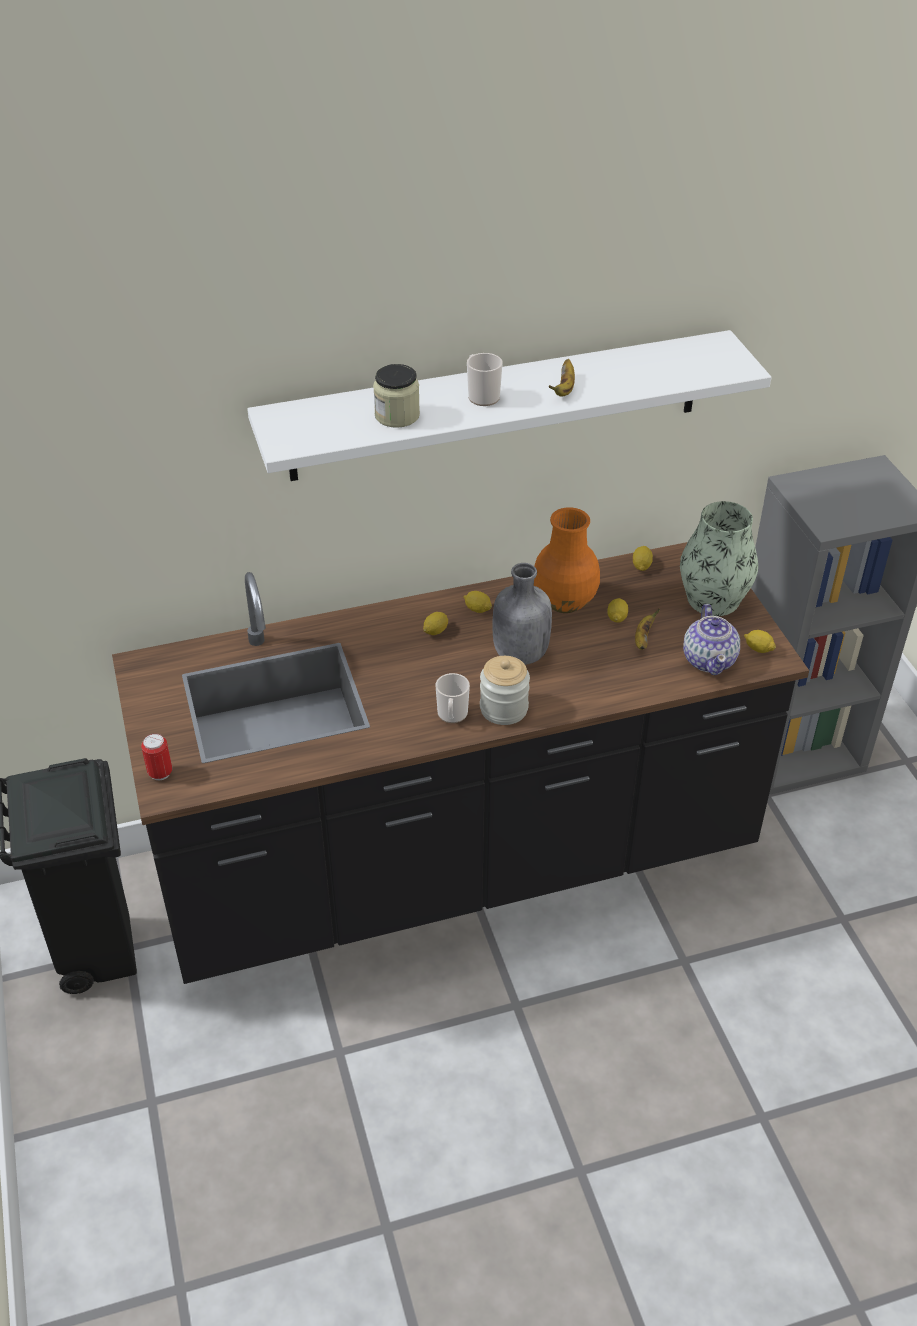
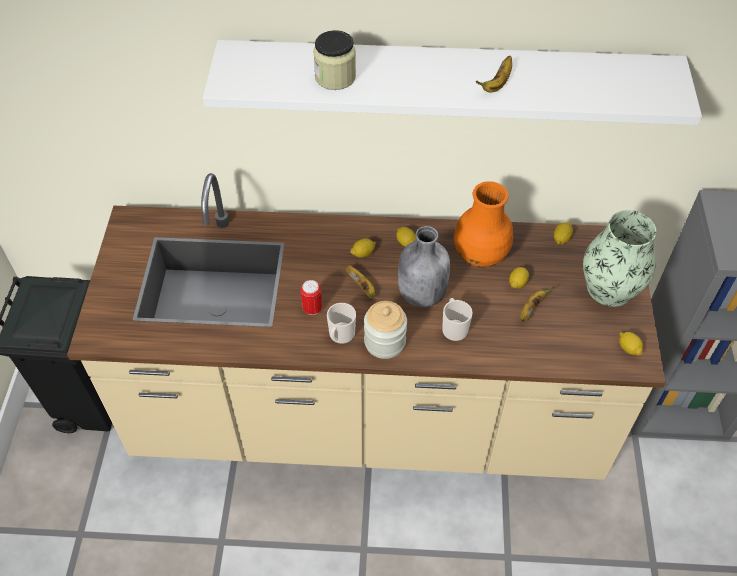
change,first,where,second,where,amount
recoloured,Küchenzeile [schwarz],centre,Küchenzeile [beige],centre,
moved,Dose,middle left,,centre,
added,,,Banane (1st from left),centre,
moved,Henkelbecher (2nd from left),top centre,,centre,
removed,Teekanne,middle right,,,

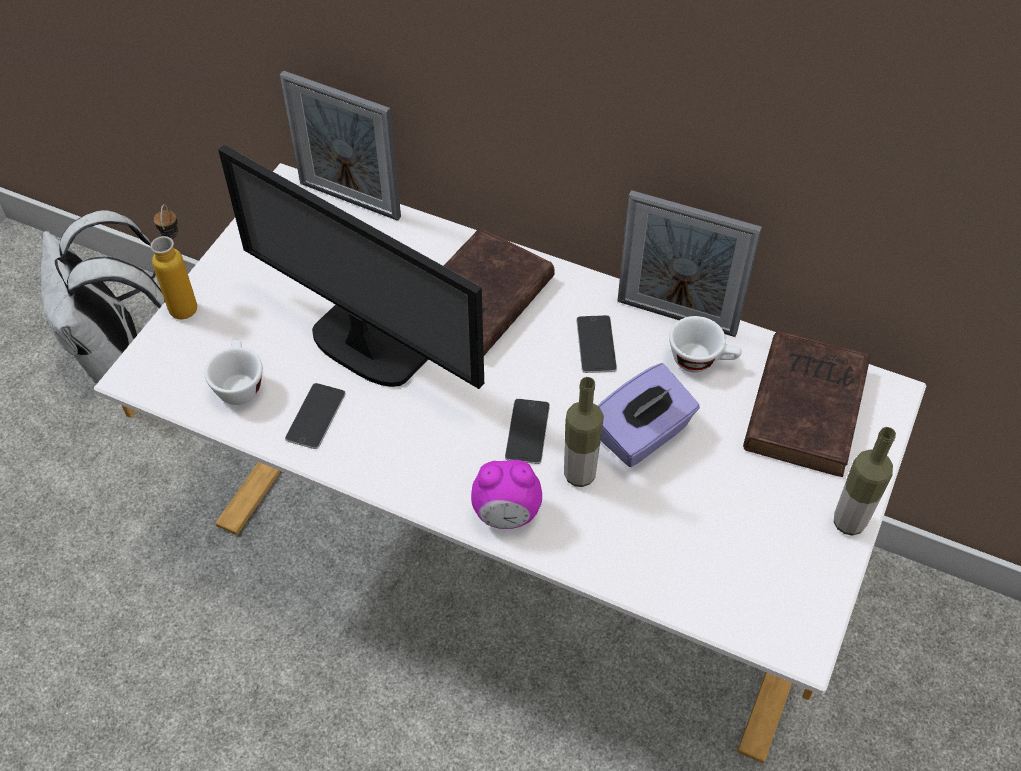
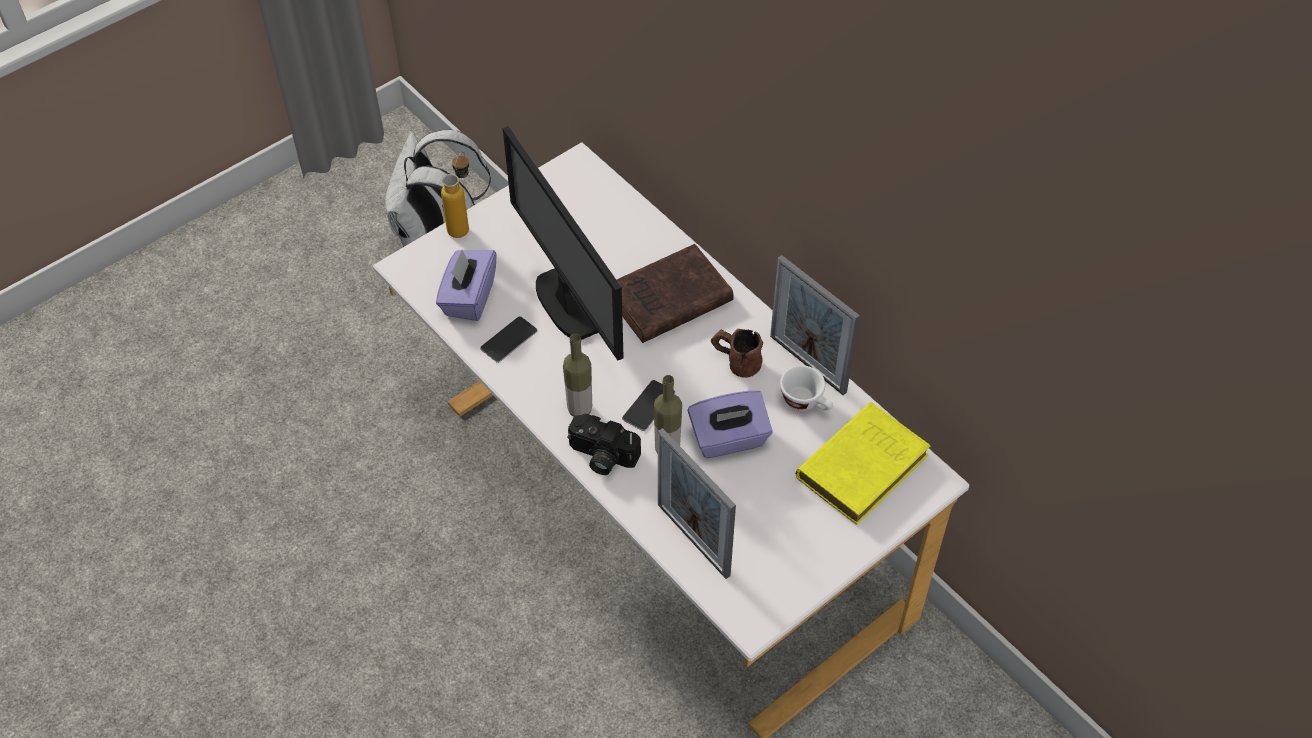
change,first,where,second,where,amount
replaced,Tasse [weiß] (1st from left),middle left,Taschentuchbox [lila] (1st from left),centre,
moved,Flasche (3rd from left in the first image),middle right,Flasche (2nd from left),centre,
replaced,Wecker,centre,Kamera,centre,
moved,Bilderrahmen (1st from left),top left,,bottom centre,
replaced,Handy (3rd from left),centre,Henkelbecher [braun],centre,
recoloured,Buch [braun] (2nd from left),middle right,Buch [gelb],centre,

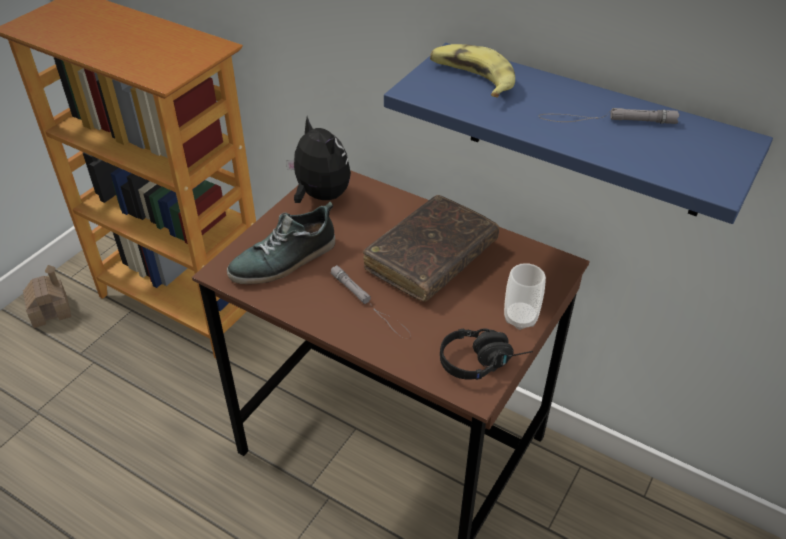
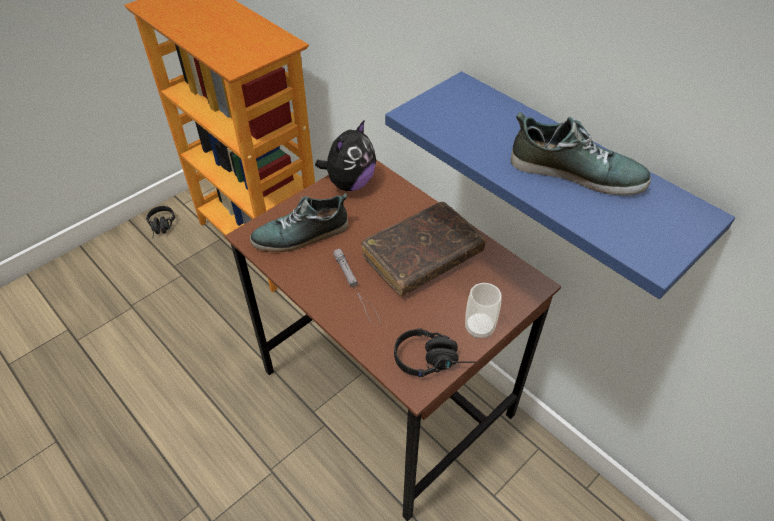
change,first,where,second,where,amount
replaced,Spielzeughaus,middle left,Kopfhörer [schwarz] (1st from left),middle left,
turned,Plüschtier,top centre,,top centre,60 degrees clockwise
replaced,Taschenlampe [grau] (2nd from left),top right,Schuh (2nd from left),top right,
removed,Banane,top centre,,,

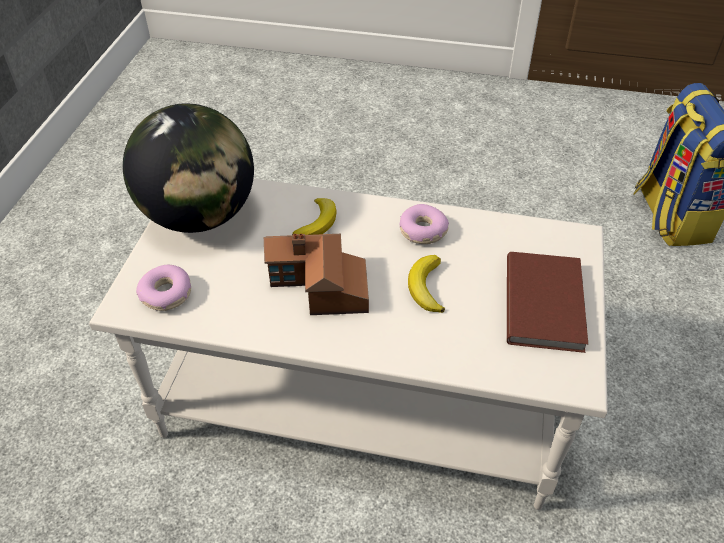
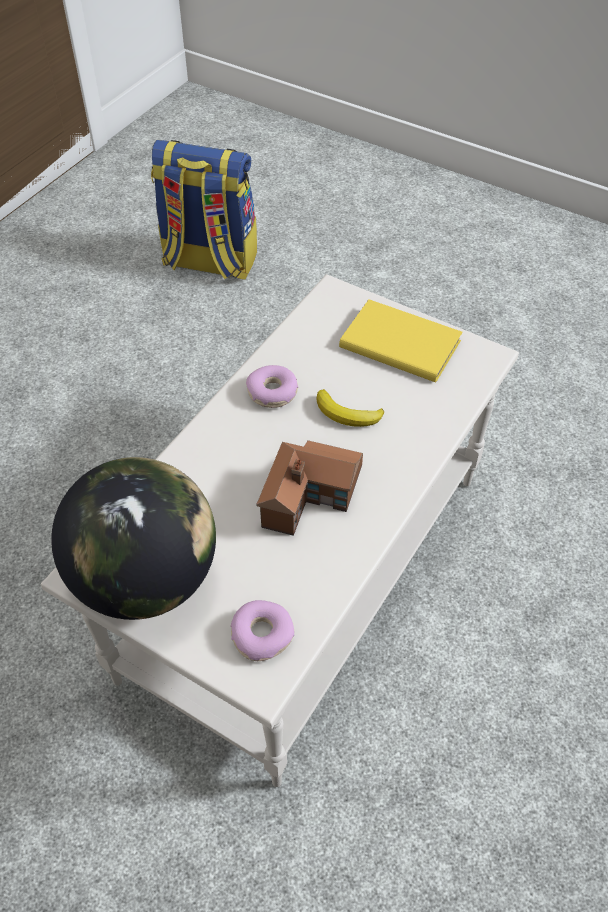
change,first,where,second,where,amount
recoloured,Buch [braun],middle right,Buch [gelb],centre,
removed,Banane (1st from left),centre,,,

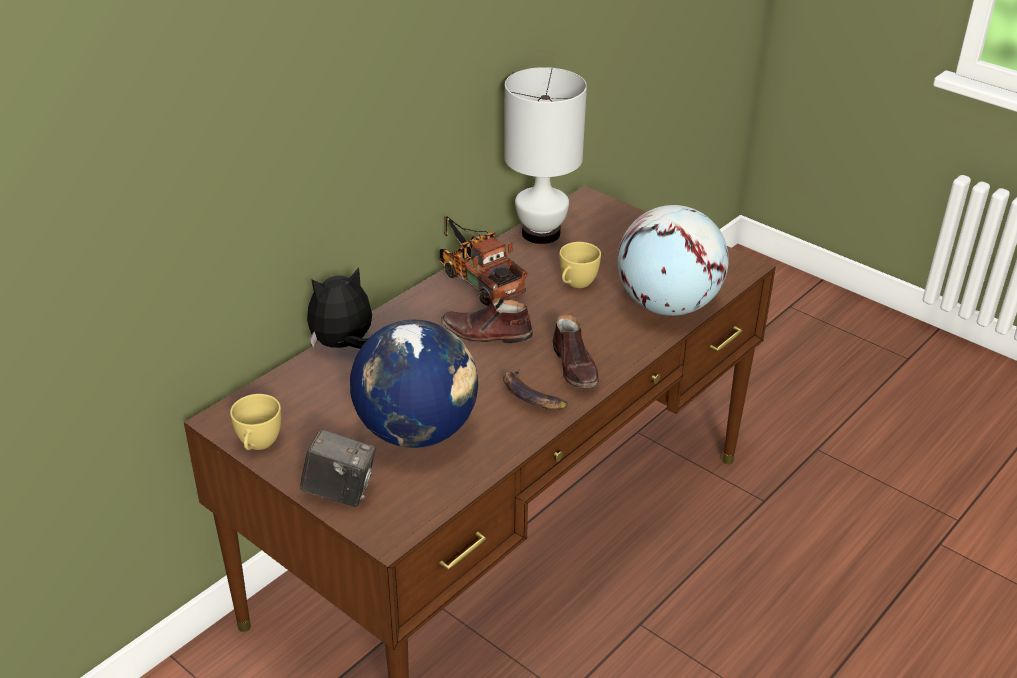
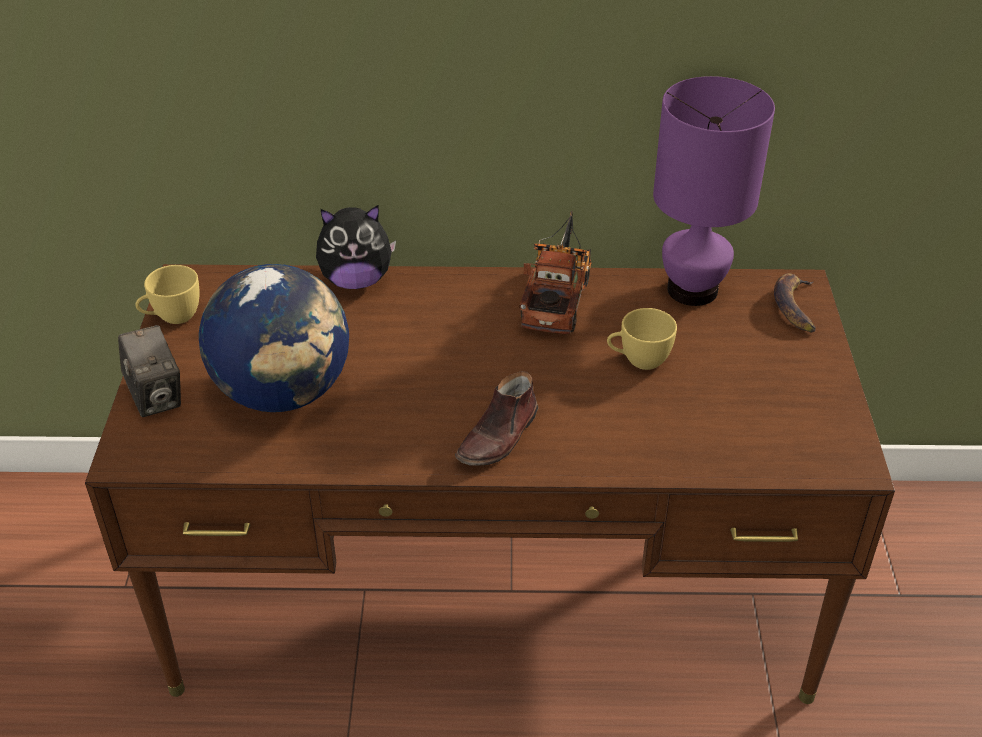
change,first,where,second,where,amount
turned,Plüschtier,centre,,centre,150 degrees clockwise
recoloured,Tischlampe [weiß],top centre,Tischlampe [lila],top right,
moved,Banane,centre,,middle right,
removed,Schuh [braun] (1st from left),centre,,,
removed,Globus (2nd from left),centre,,,

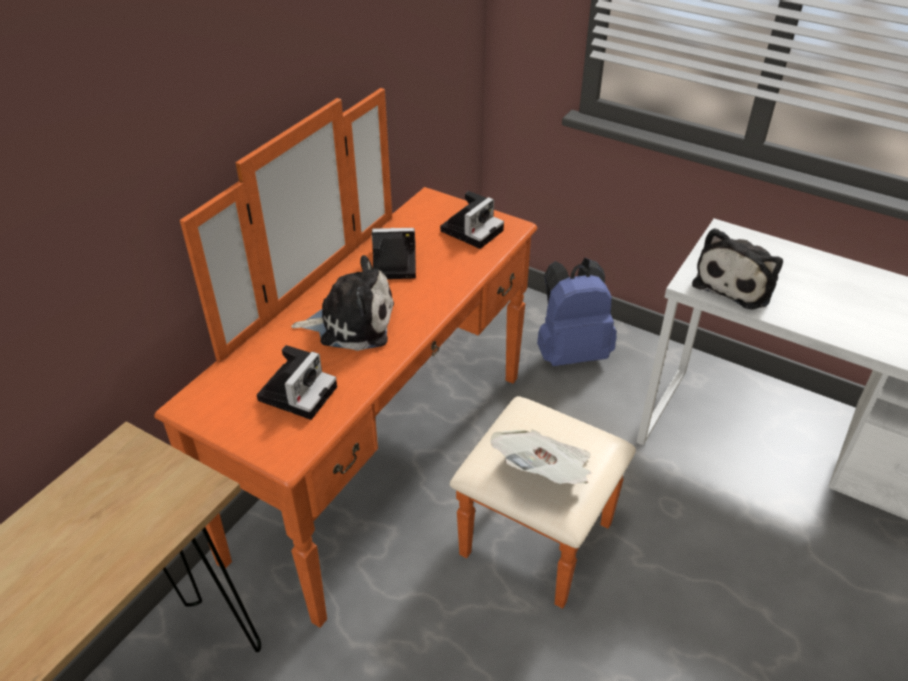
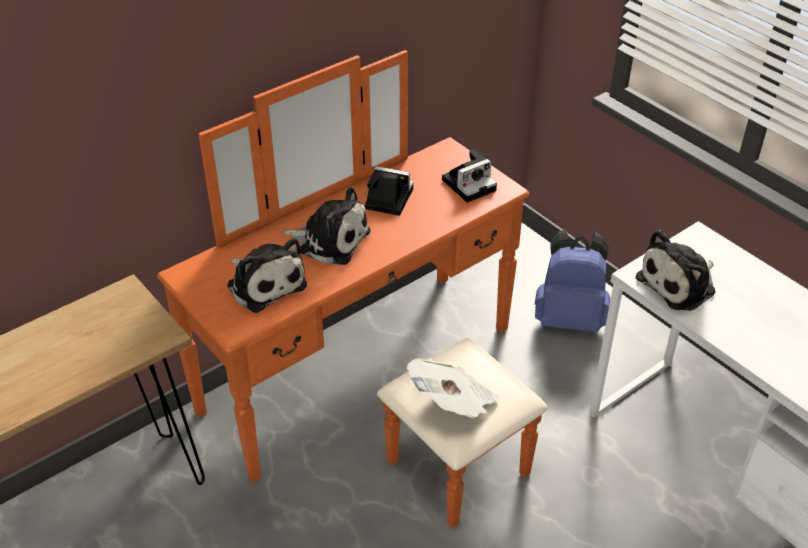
change,first,where,second,where,amount
replaced,Kamera (1st from left),middle left,Plüschtier (1st from left),middle left,

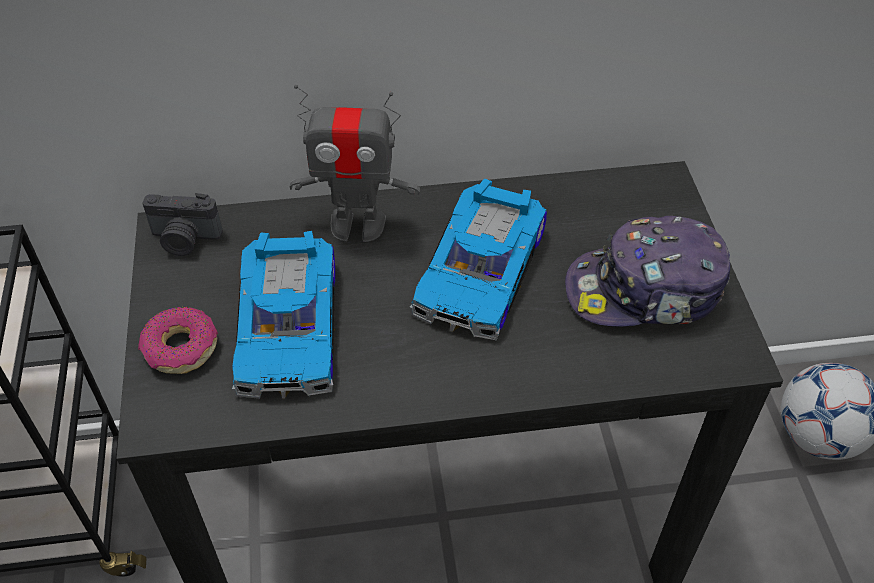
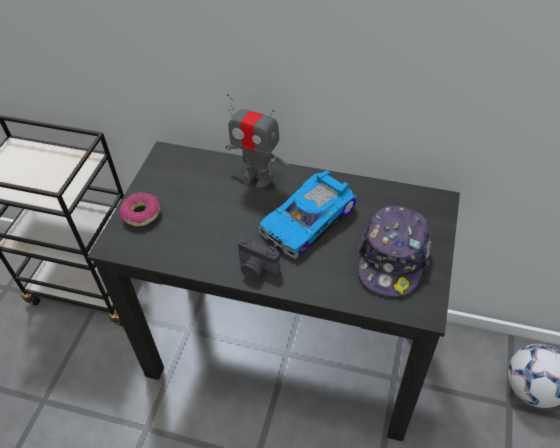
change,first,where,second,where,amount
moved,Kamera,middle left,,centre,
turned,Kappe,middle right,,middle right,90 degrees counterclockwise
removed,Spielzeugauto (1st from left),middle left,,,

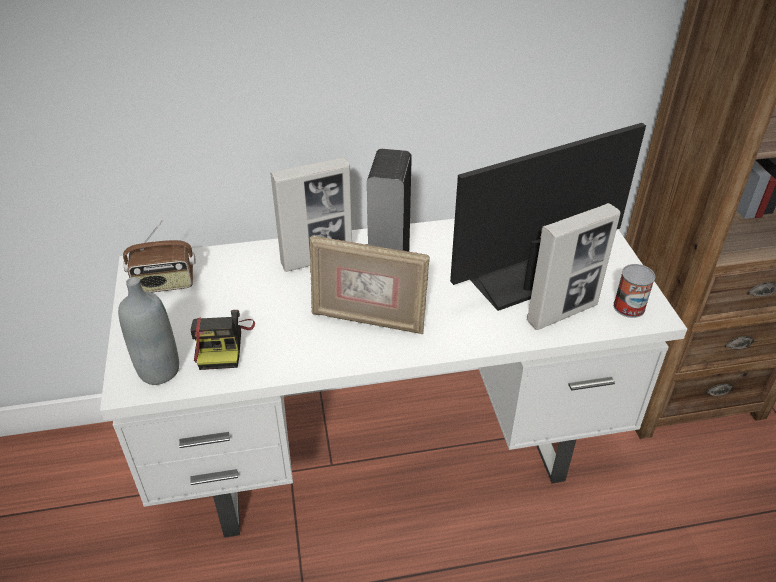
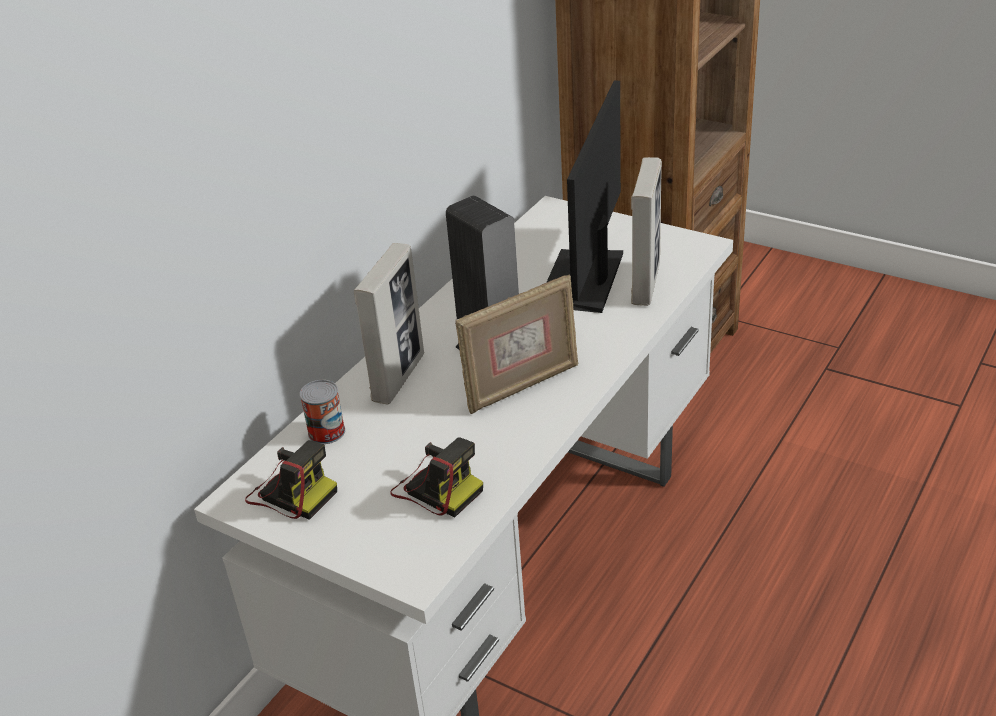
change,first,where,second,where,amount
replaced,Radio,middle left,Kamera (1st from left),bottom left,
moved,Dose,middle right,,middle left,
removed,Flasche [grau],middle left,,,

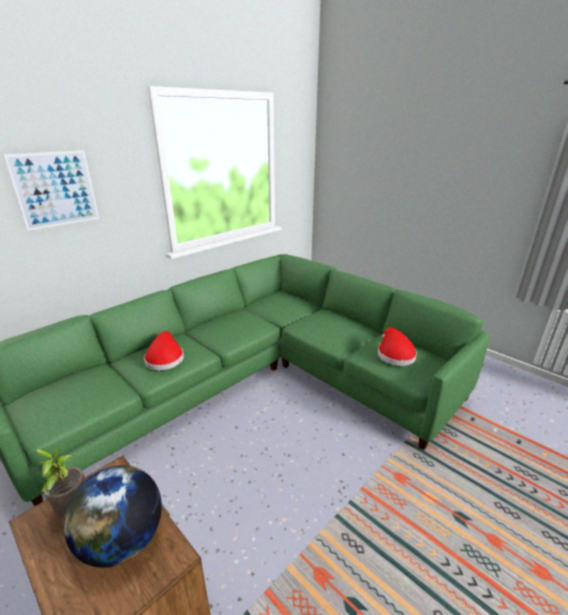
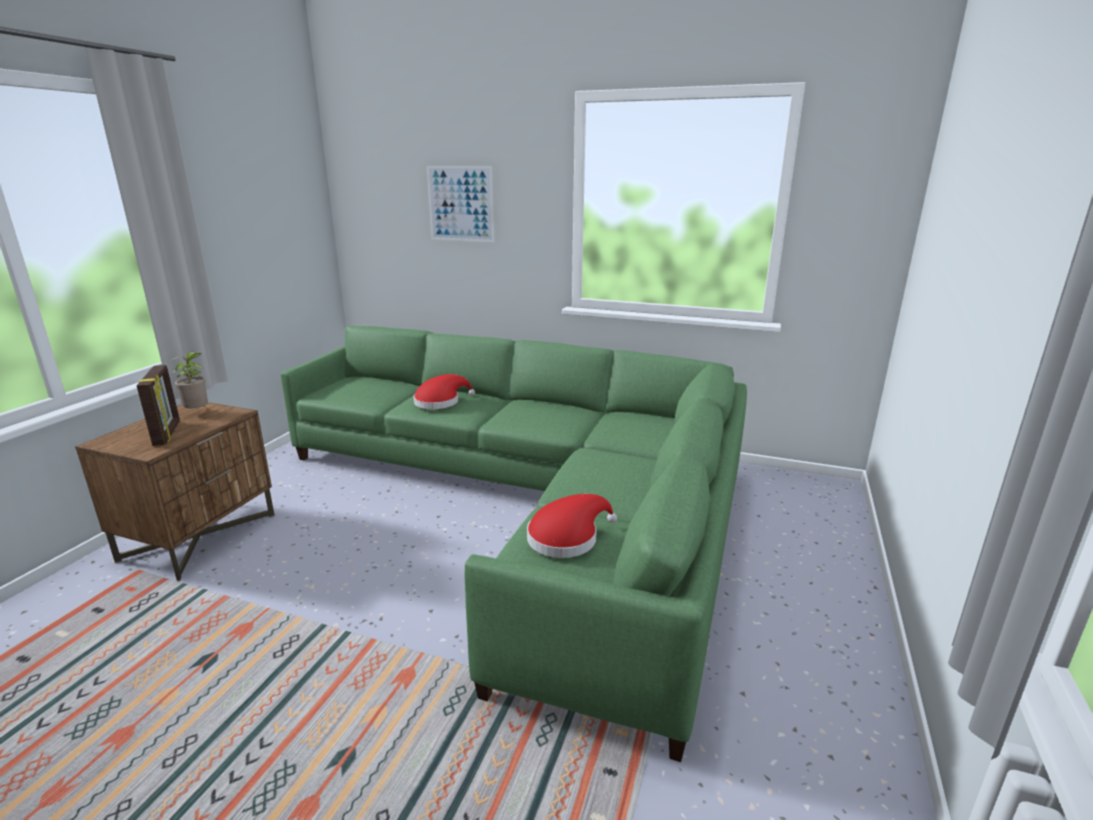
change,first,where,second,where,amount
replaced,Globus,bottom left,Bilderrahmen,middle left,

